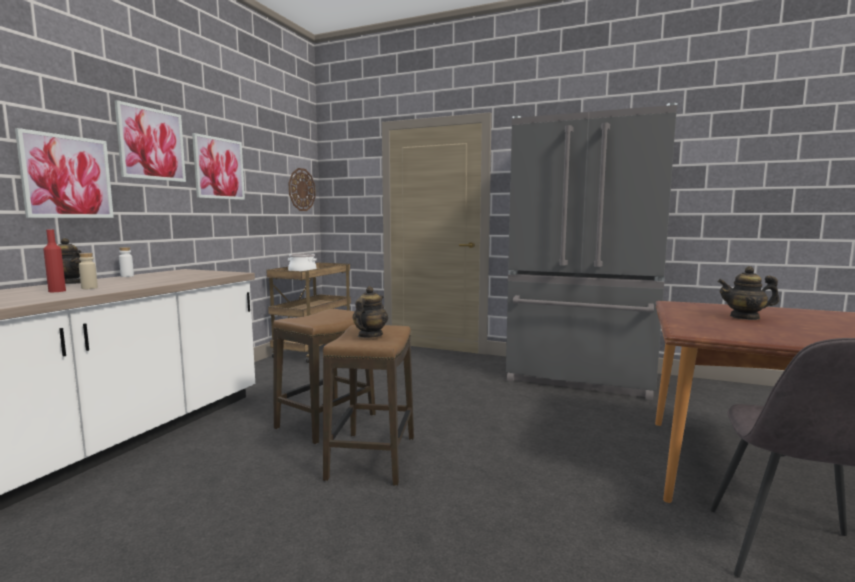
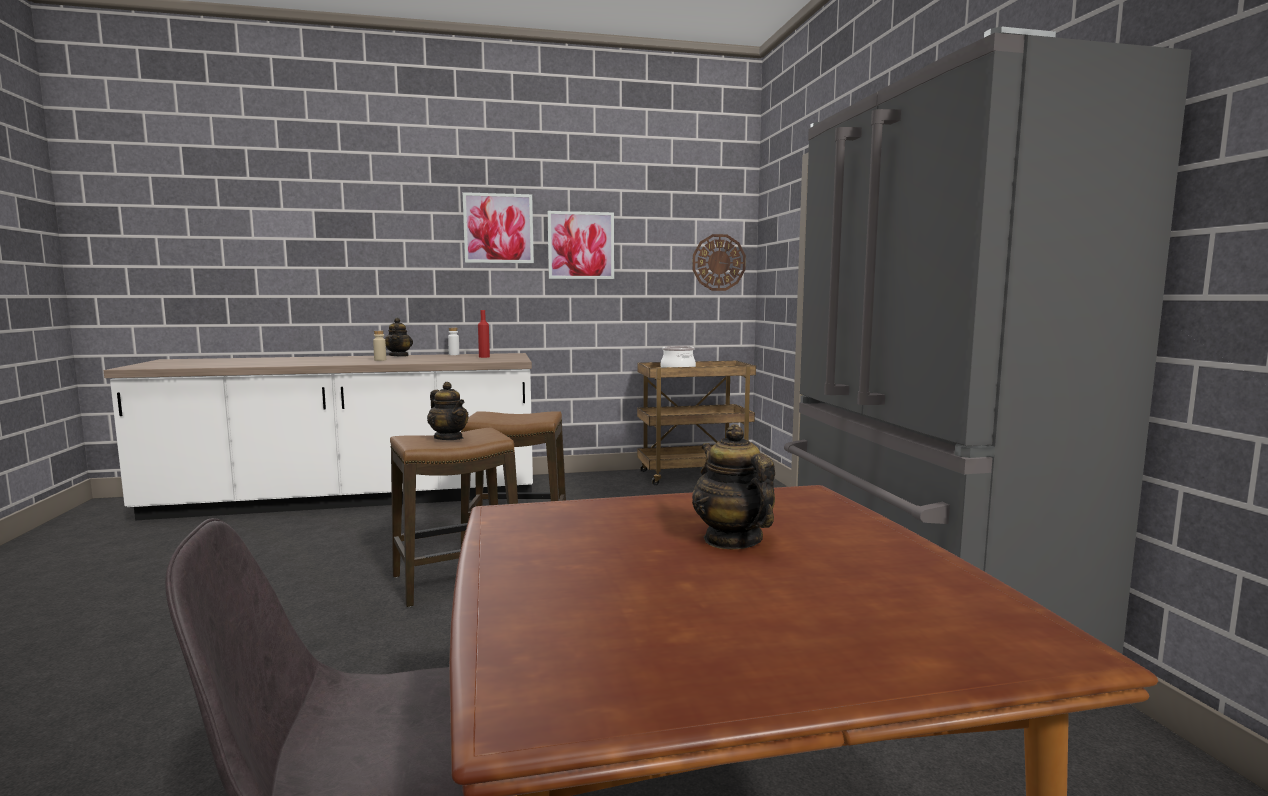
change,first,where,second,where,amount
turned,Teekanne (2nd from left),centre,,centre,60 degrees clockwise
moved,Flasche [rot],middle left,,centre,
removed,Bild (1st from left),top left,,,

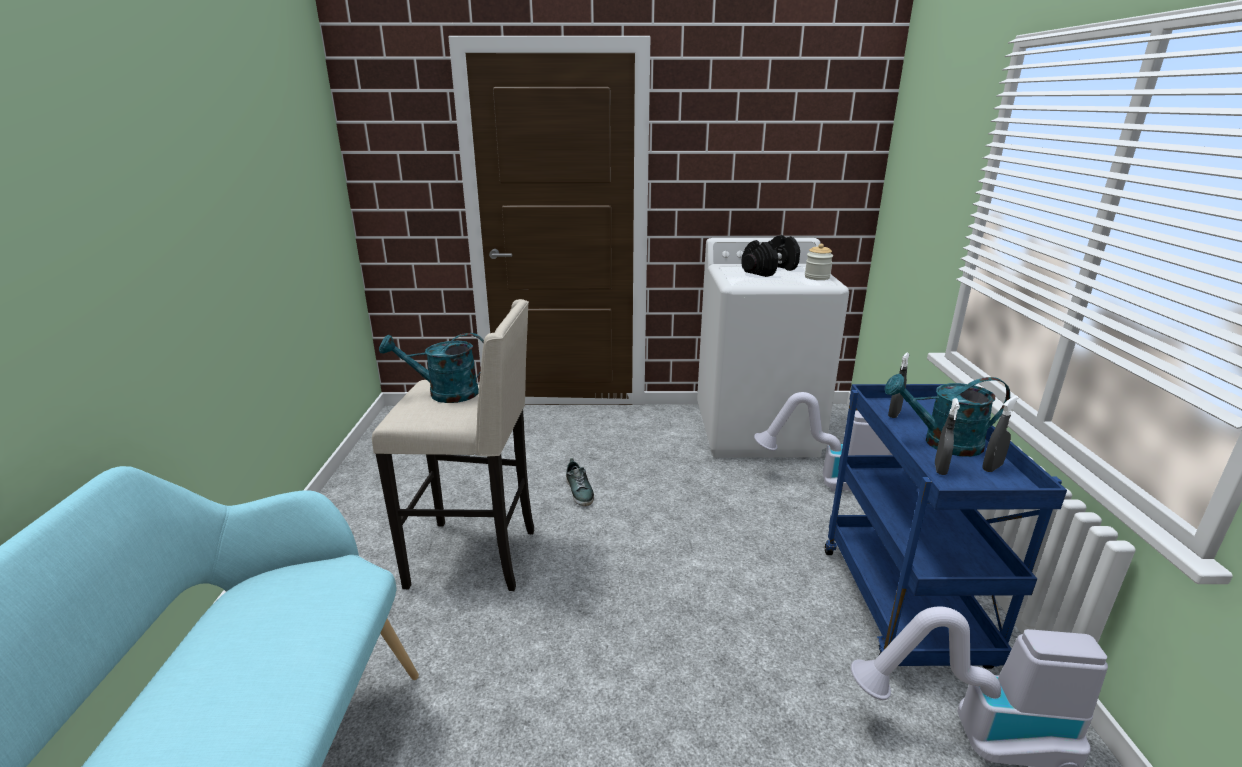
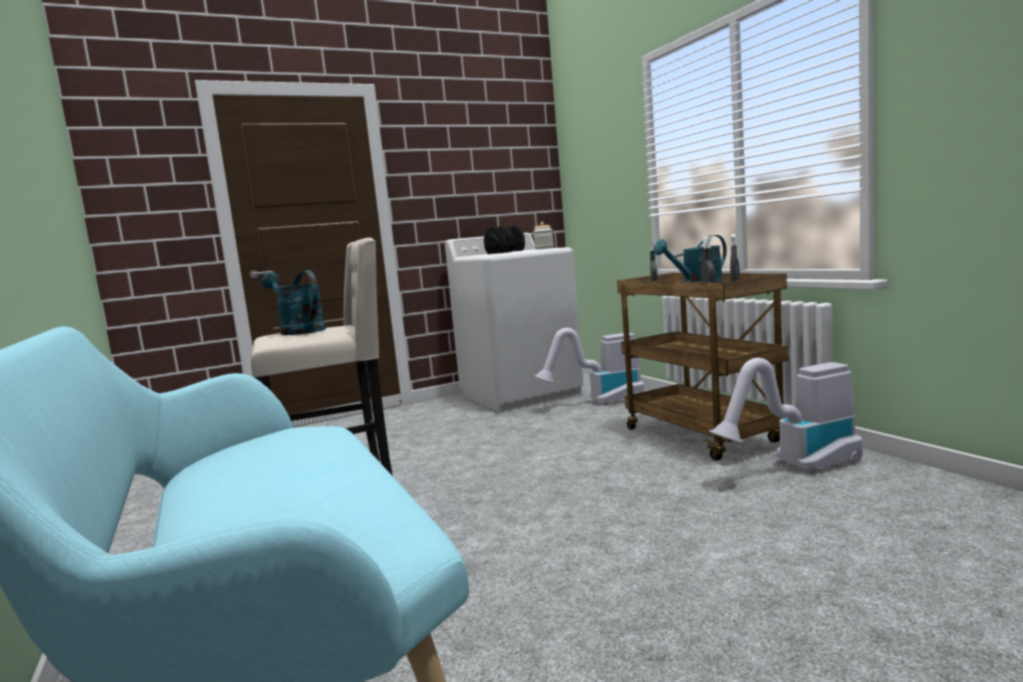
change,first,where,second,where,amount
turned,Gießkanne [türkis] (1st from left),centre,,middle left,75 degrees clockwise
recoloured,Rollwagen [blau],bottom right,Rollwagen [braun],middle right,
removed,Schuh,centre,,,

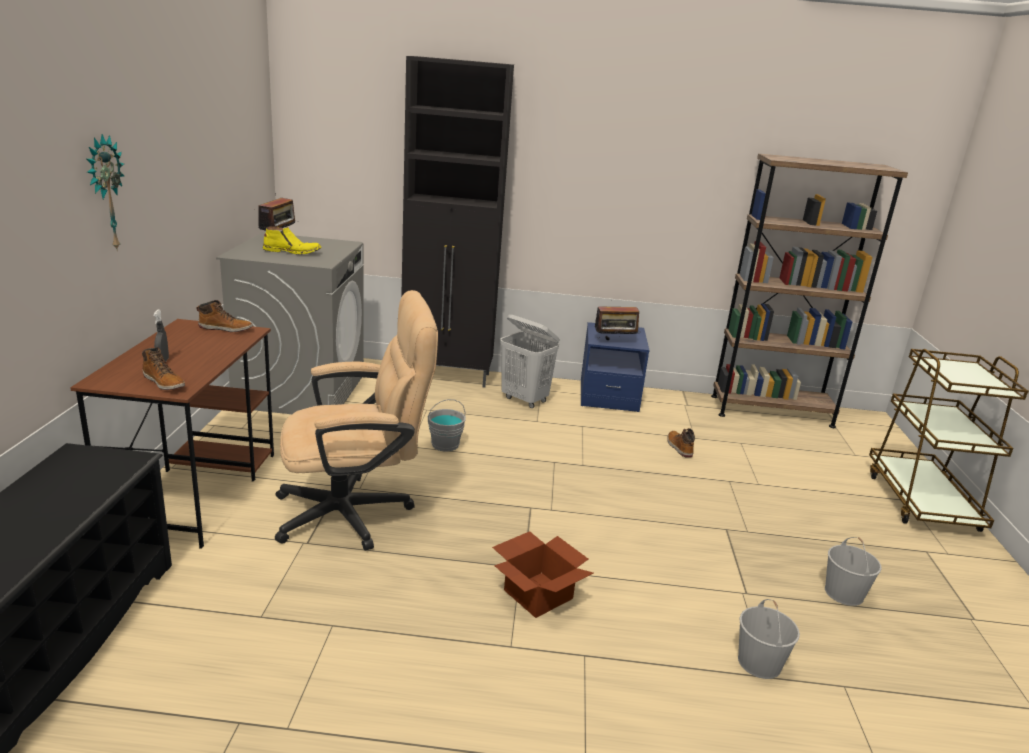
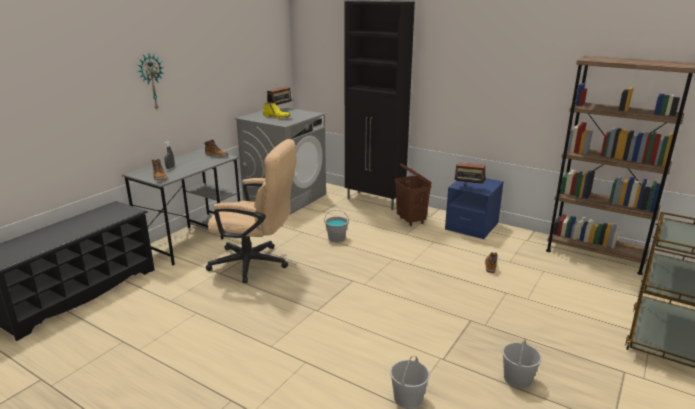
change,first,where,second,where,amount
recoloured,Schreibtisch [braun],middle left,Schreibtisch [grau],middle left,
recoloured,Wäschekorb [weiß],centre,Wäschekorb [braun],centre,
removed,Karton,bottom centre,,,

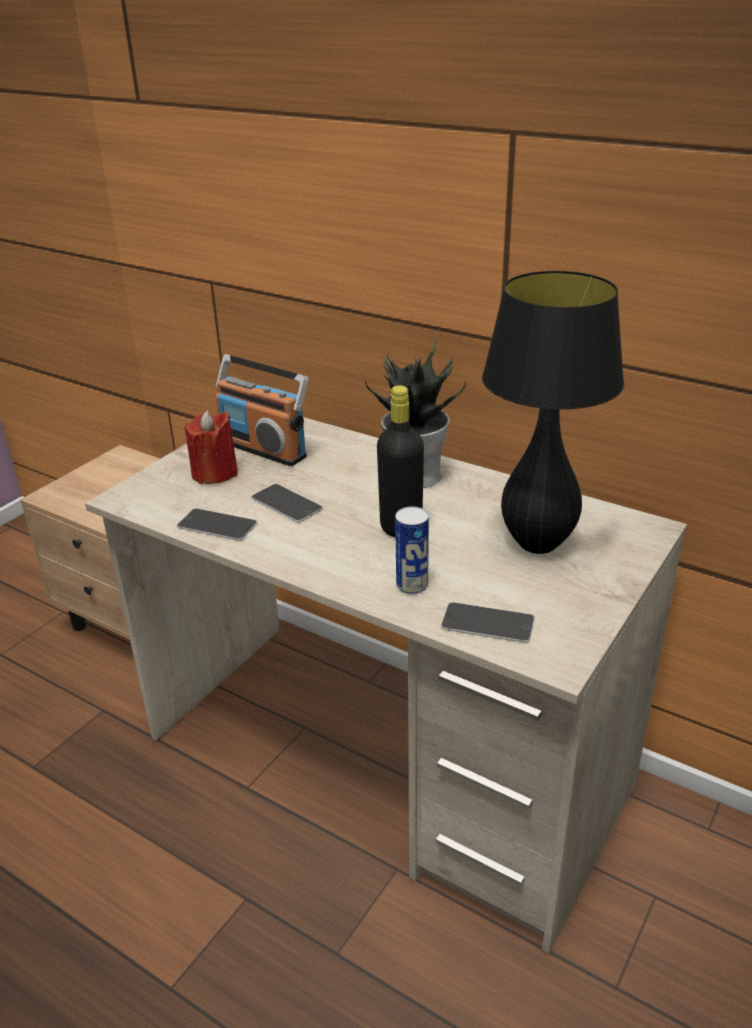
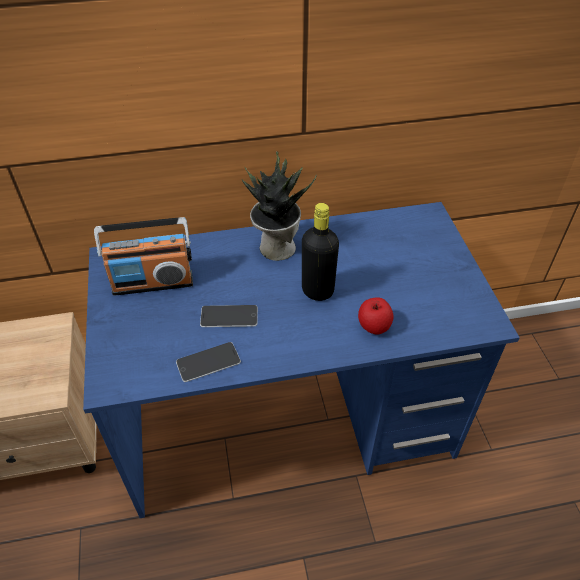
change,first,where,second,where,amount
recoloured,Schreibtisch [beige],centre,Schreibtisch [blau],centre,
replaced,Dose,centre,Apfel,centre,
removed,Kerze [rot],middle left,,,
removed,Handy (3rd from left),centre,,,
removed,Tischlampe [schwarz],middle right,,,

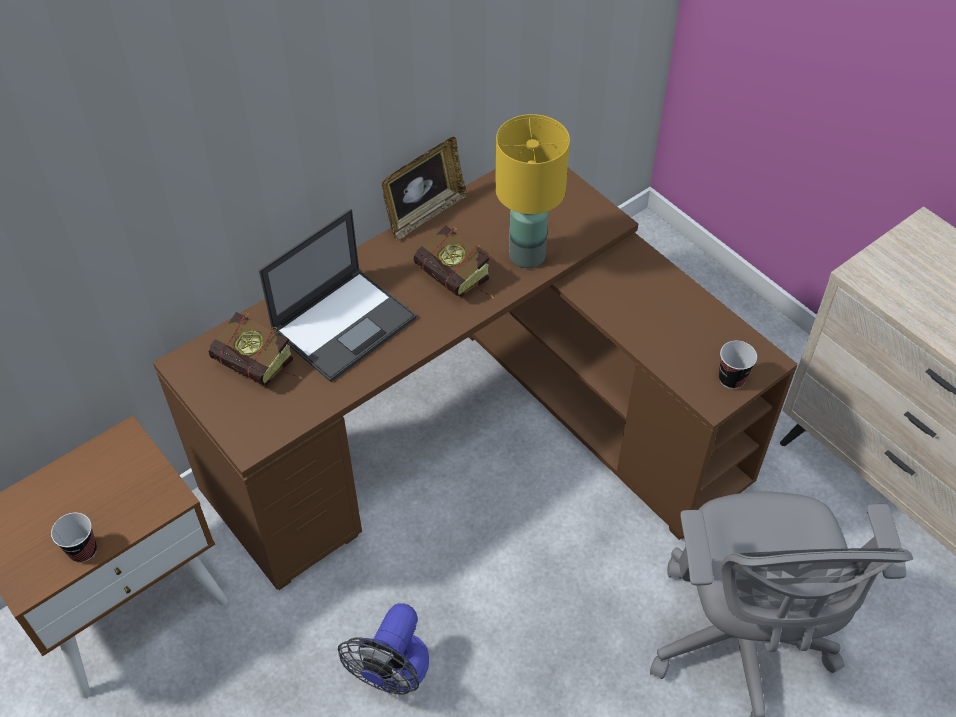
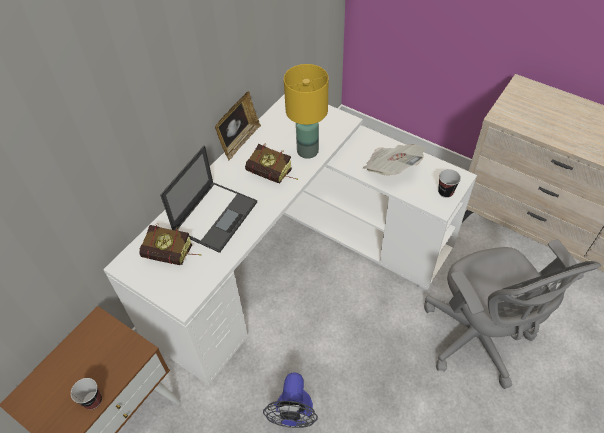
change,first,where,second,where,amount
recoloured,Schreibtisch [braun],centre,Schreibtisch [weiß],centre,
added,,,Zeitung,centre,

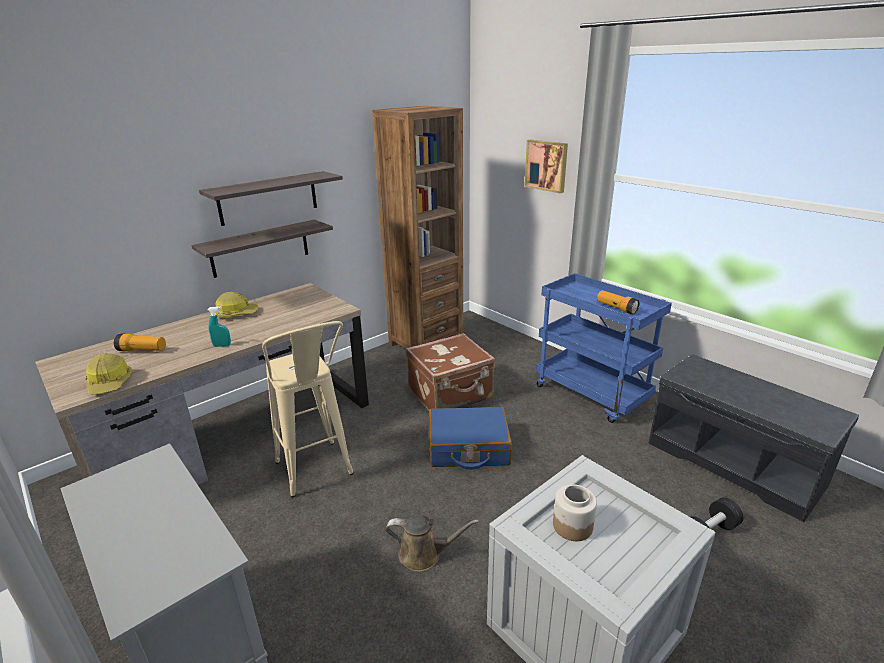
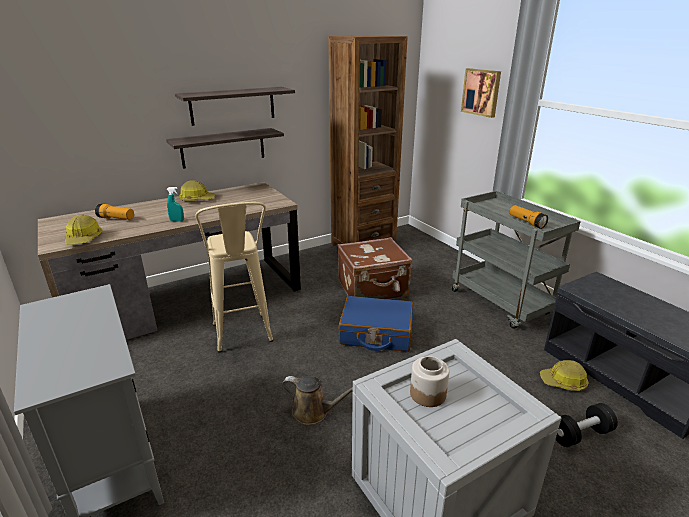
change,first,where,second,where,amount
recoloured,Rollwagen [blau],middle right,Rollwagen [grau],middle right,
added,,,Schutzhelm (3rd from left),bottom right,

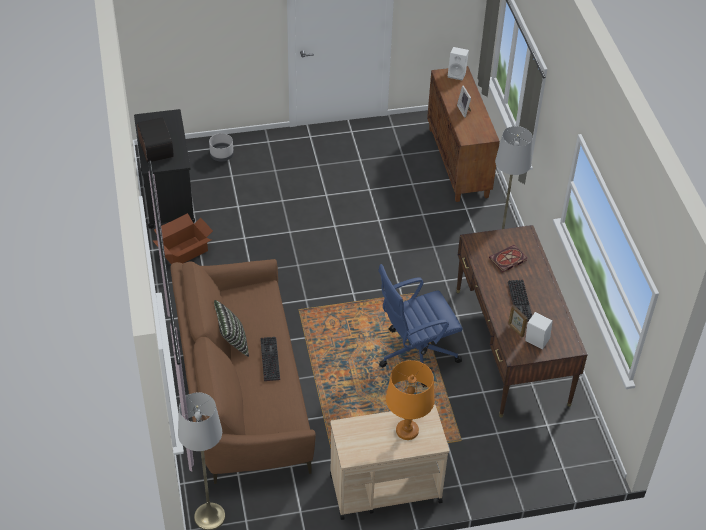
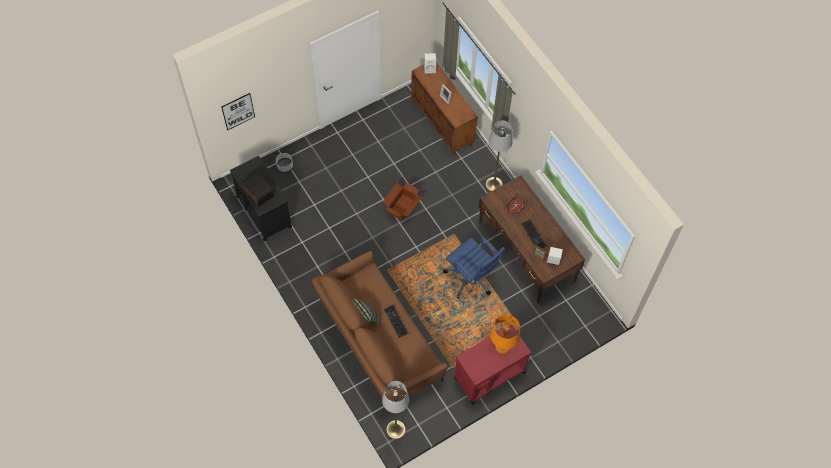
change,first,where,second,where,amount
added,,,Bild,top left,
moved,Karton,middle left,,centre,
turned,Bürostuhl [blau],centre,,centre,90 degrees counterclockwise
recoloured,Rollwagen [beige],bottom centre,Rollwagen [rot],bottom centre,

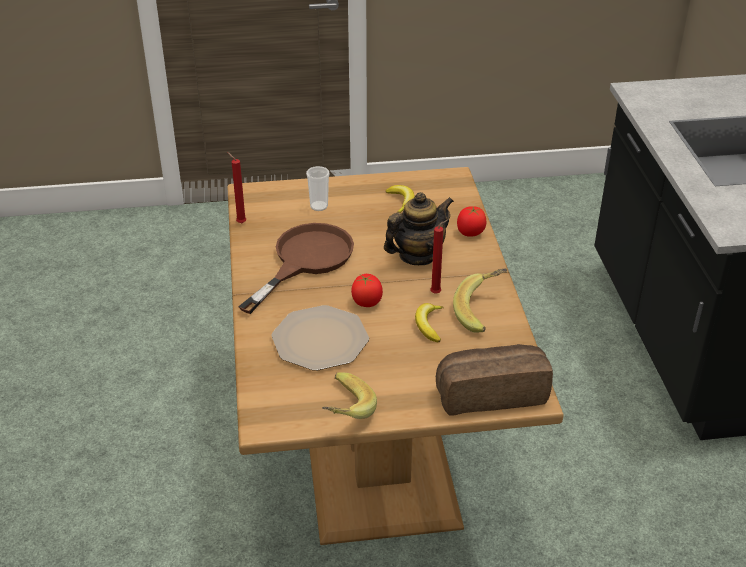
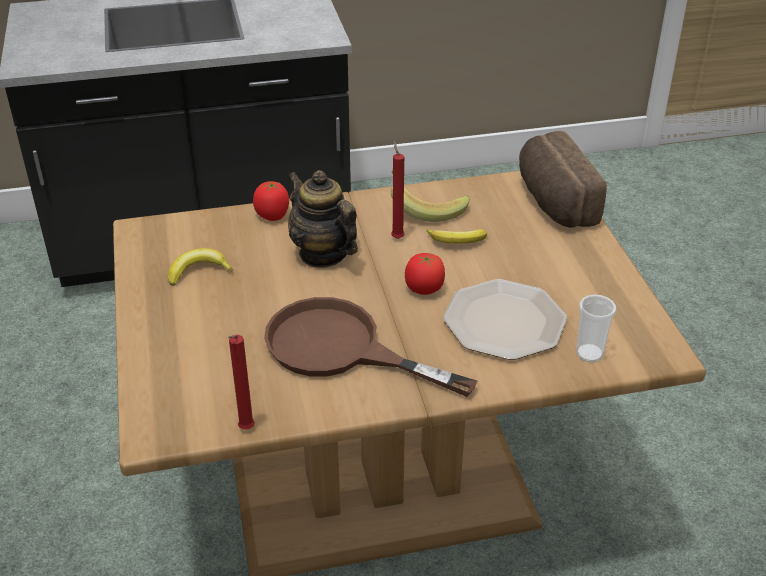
change,first,where,second,where,amount
moved,Tasse,top centre,,middle right,
removed,Banane (1st from left),bottom centre,,,

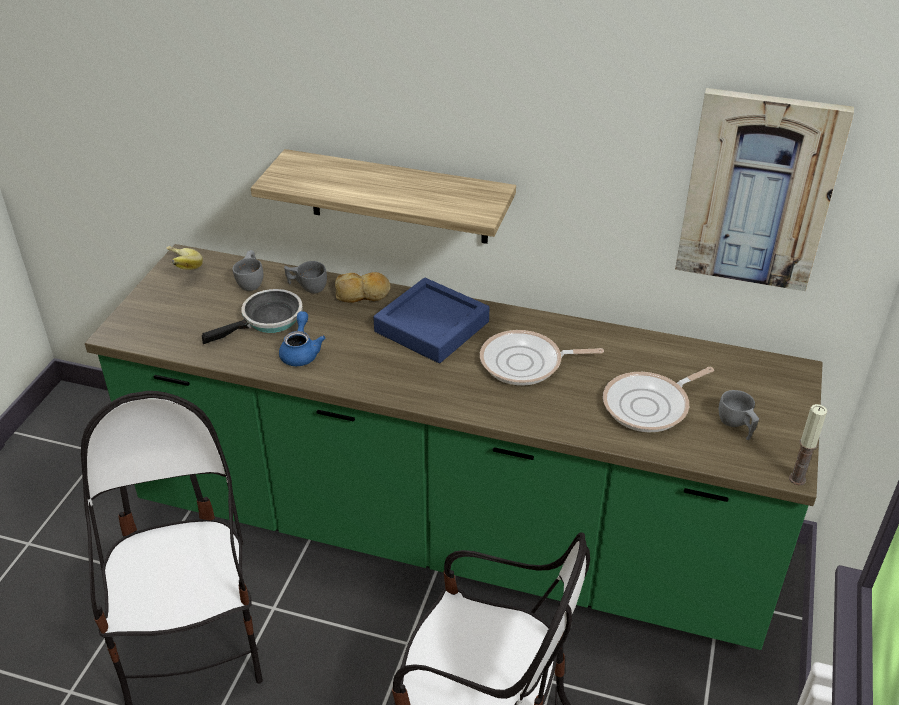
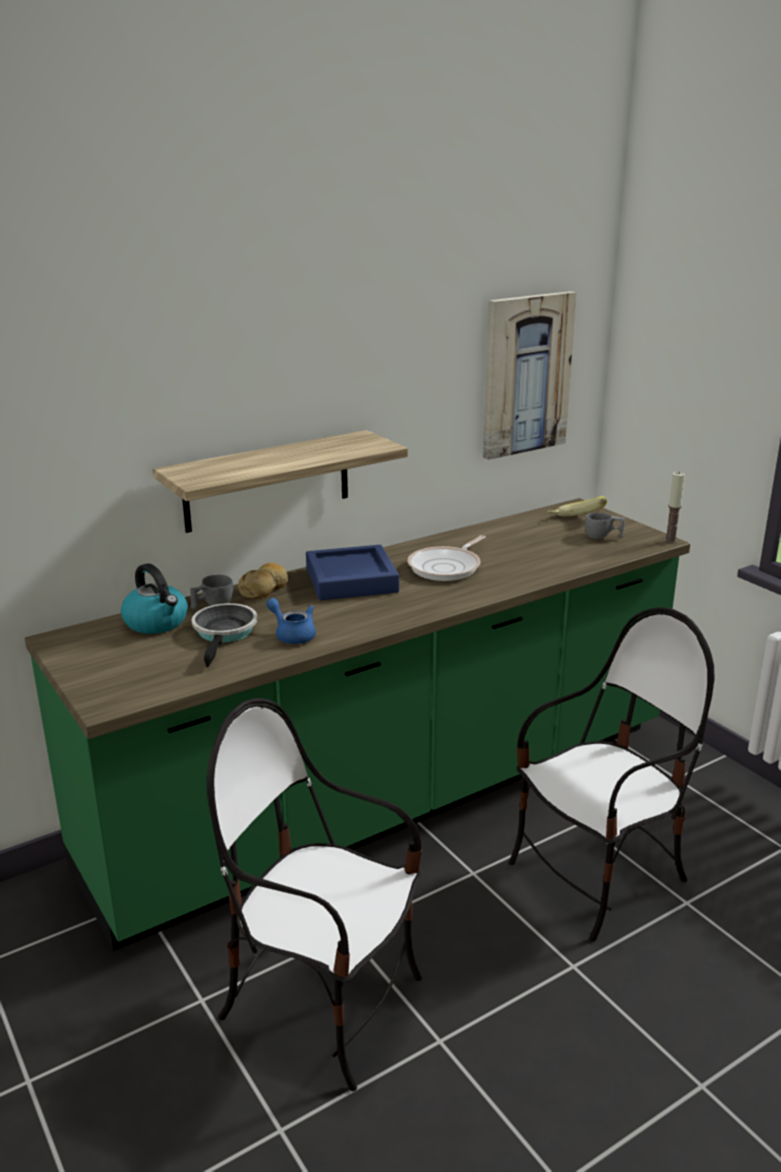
change,first,where,second,where,amount
replaced,Tasse [grau] (1st from left),middle left,Wasserkessel,middle left,
moved,Banane,middle left,,middle right,
removed,Pfanne (3rd from left),middle right,,,

